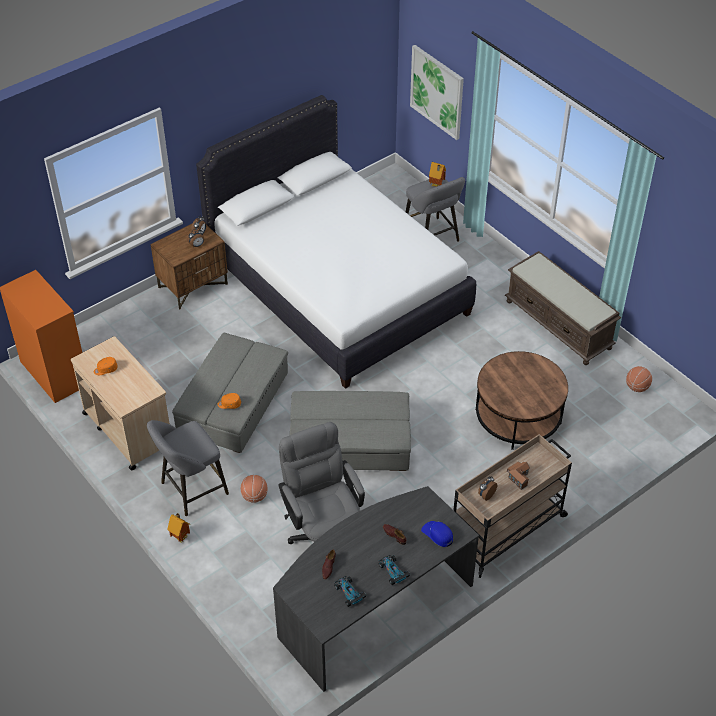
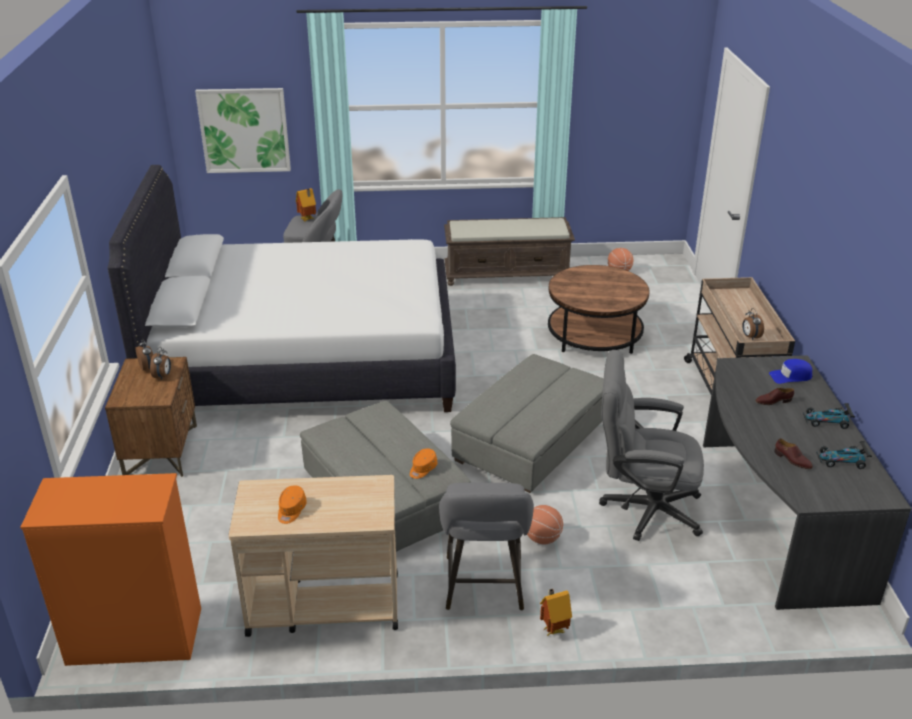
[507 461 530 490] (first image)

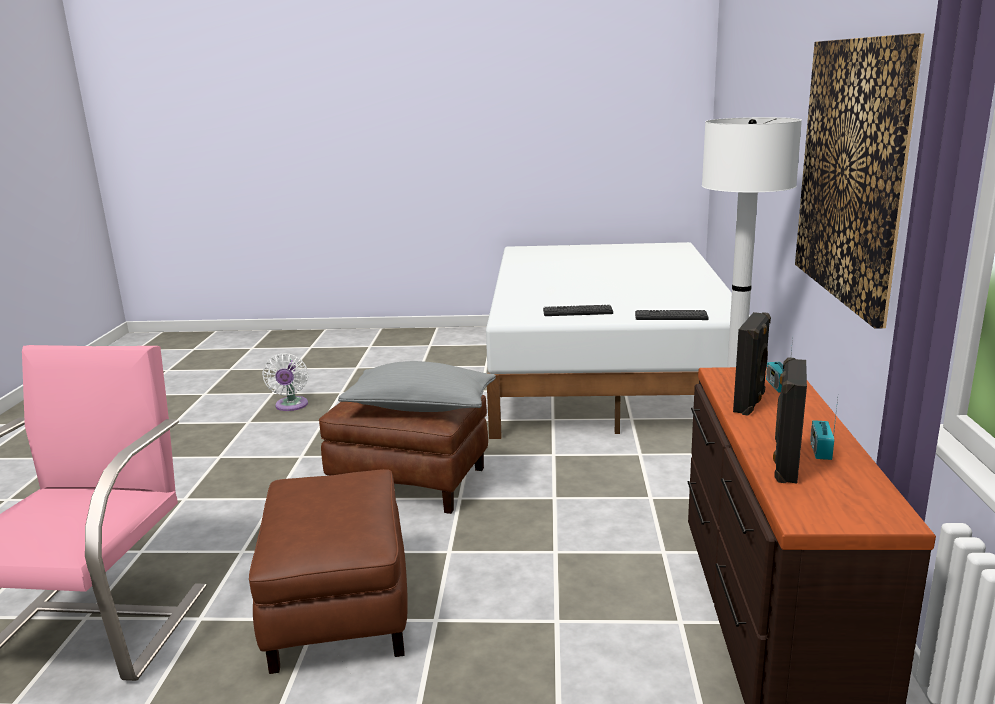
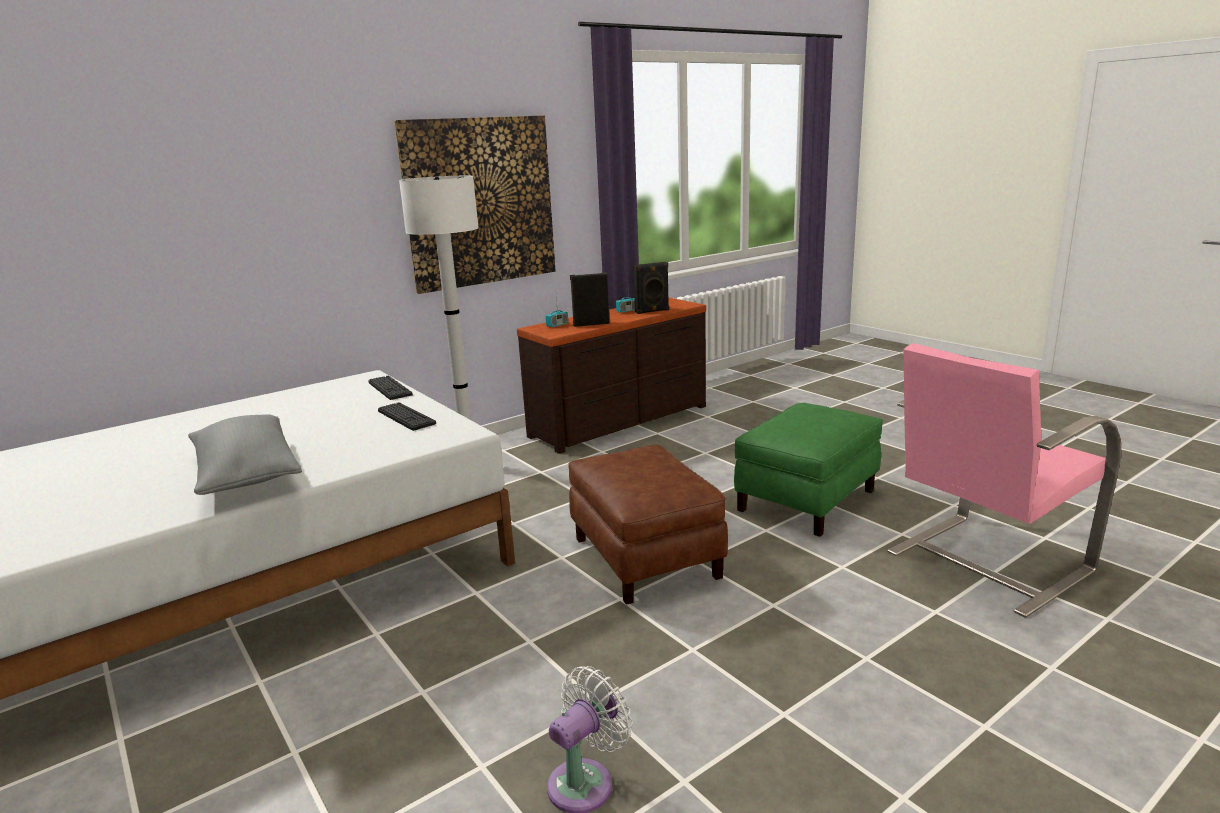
[188 414 302 495]
[734 403 883 537]

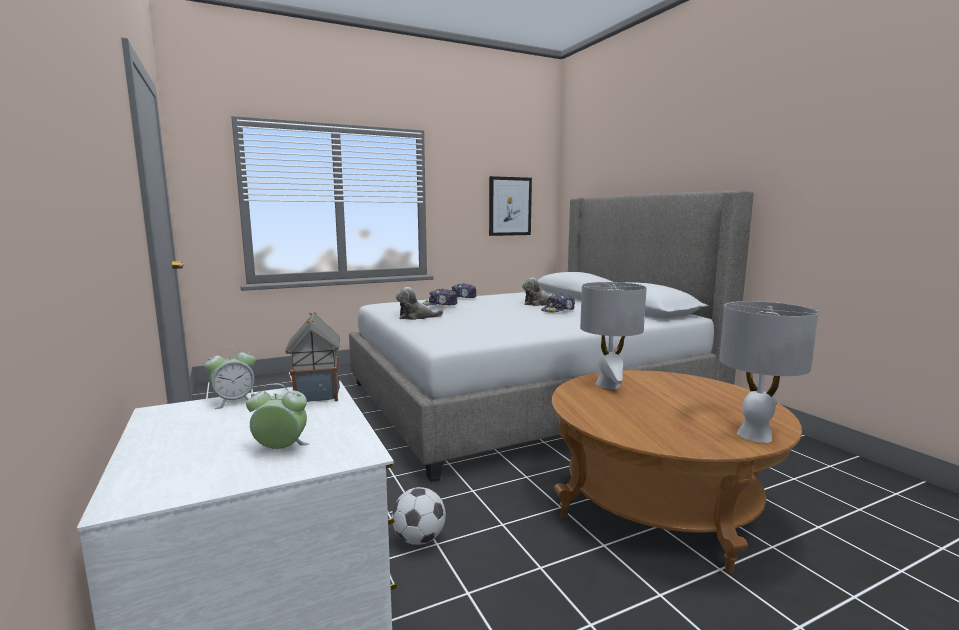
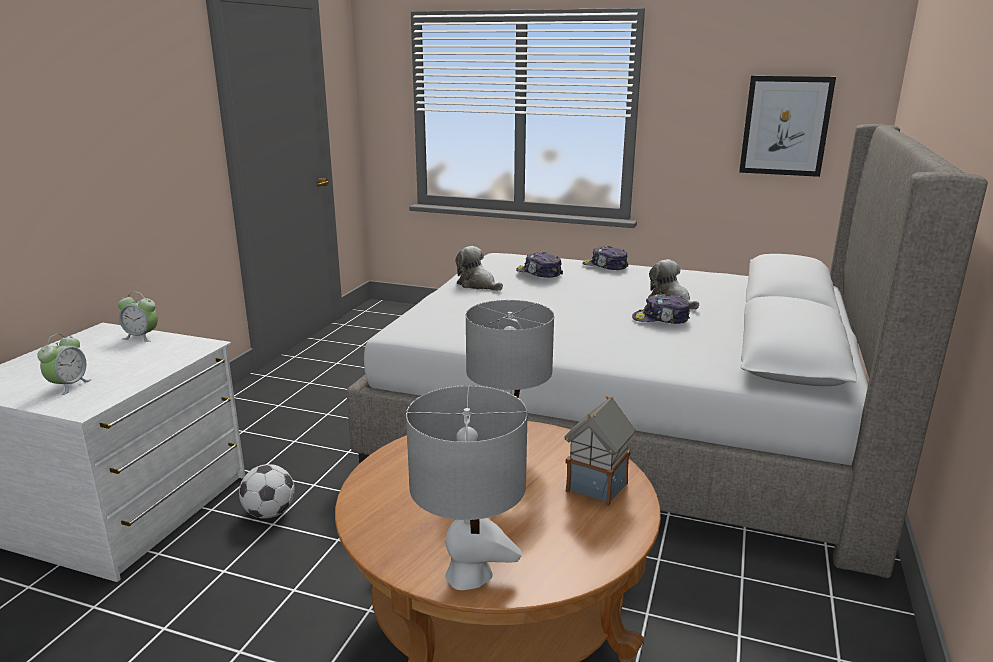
[37 334 91 395]
[564 396 636 506]

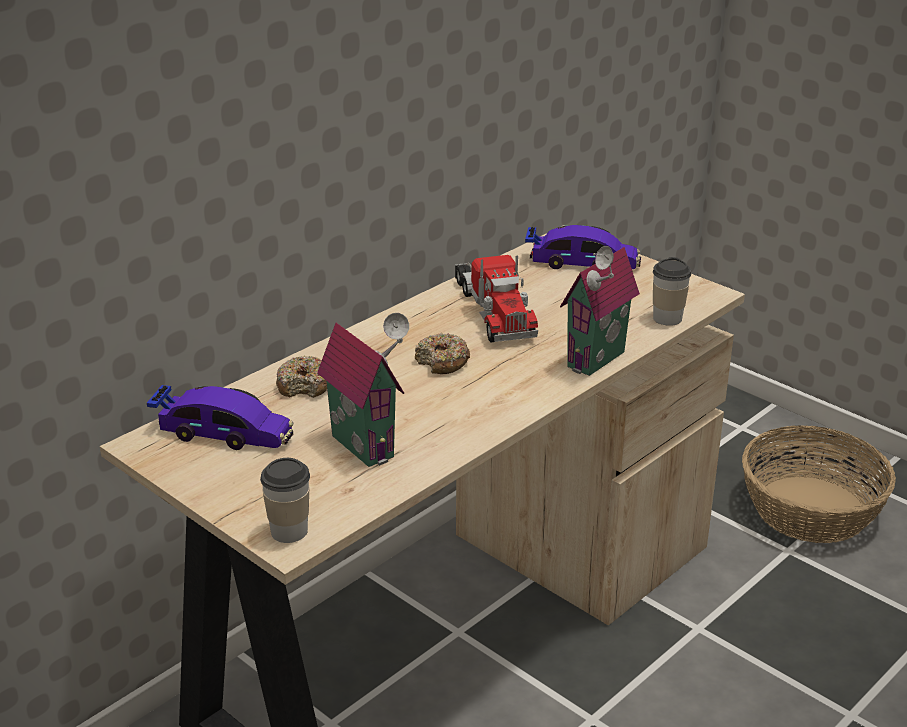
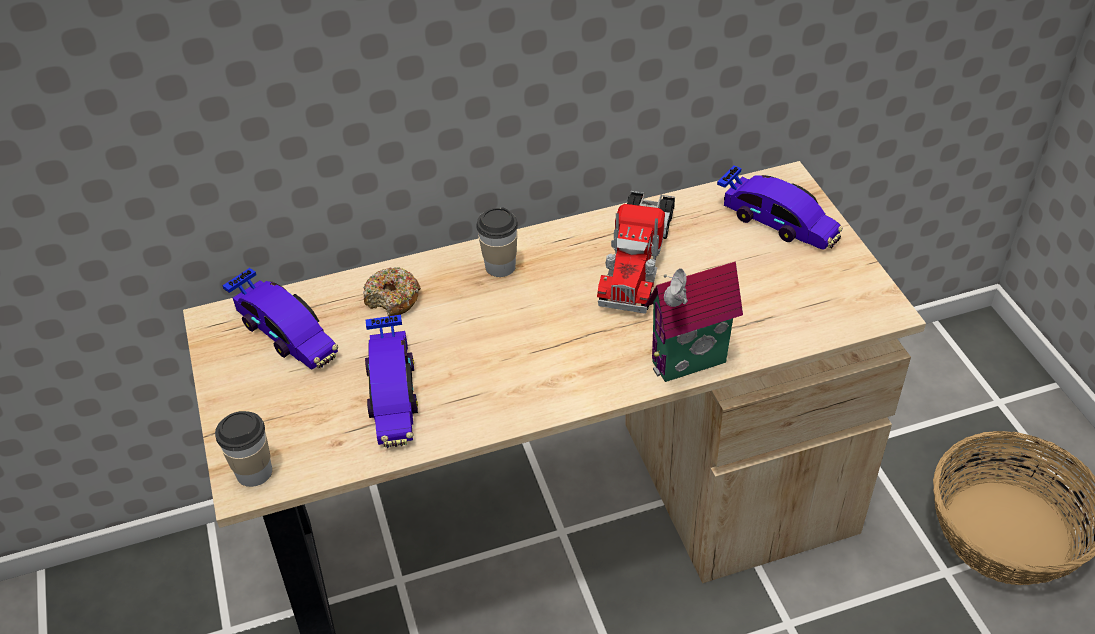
[365 315 418 448]
[476 208 518 277]
[415 333 470 374] (first image)

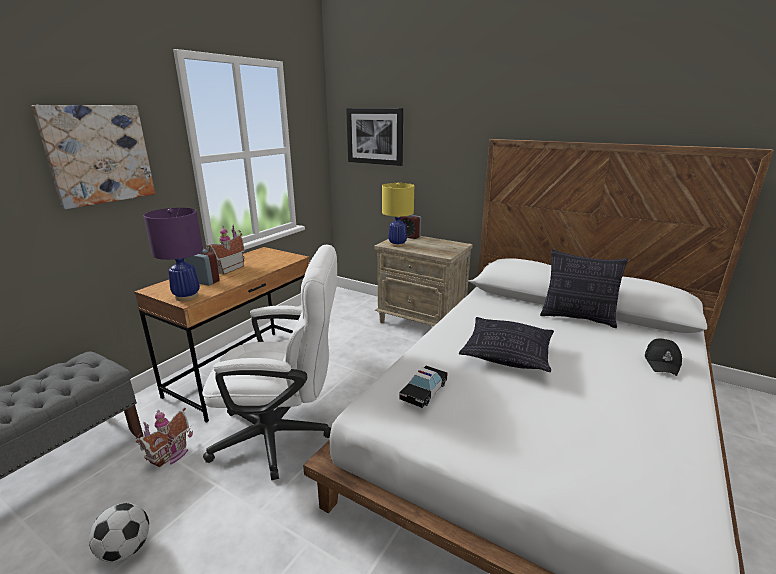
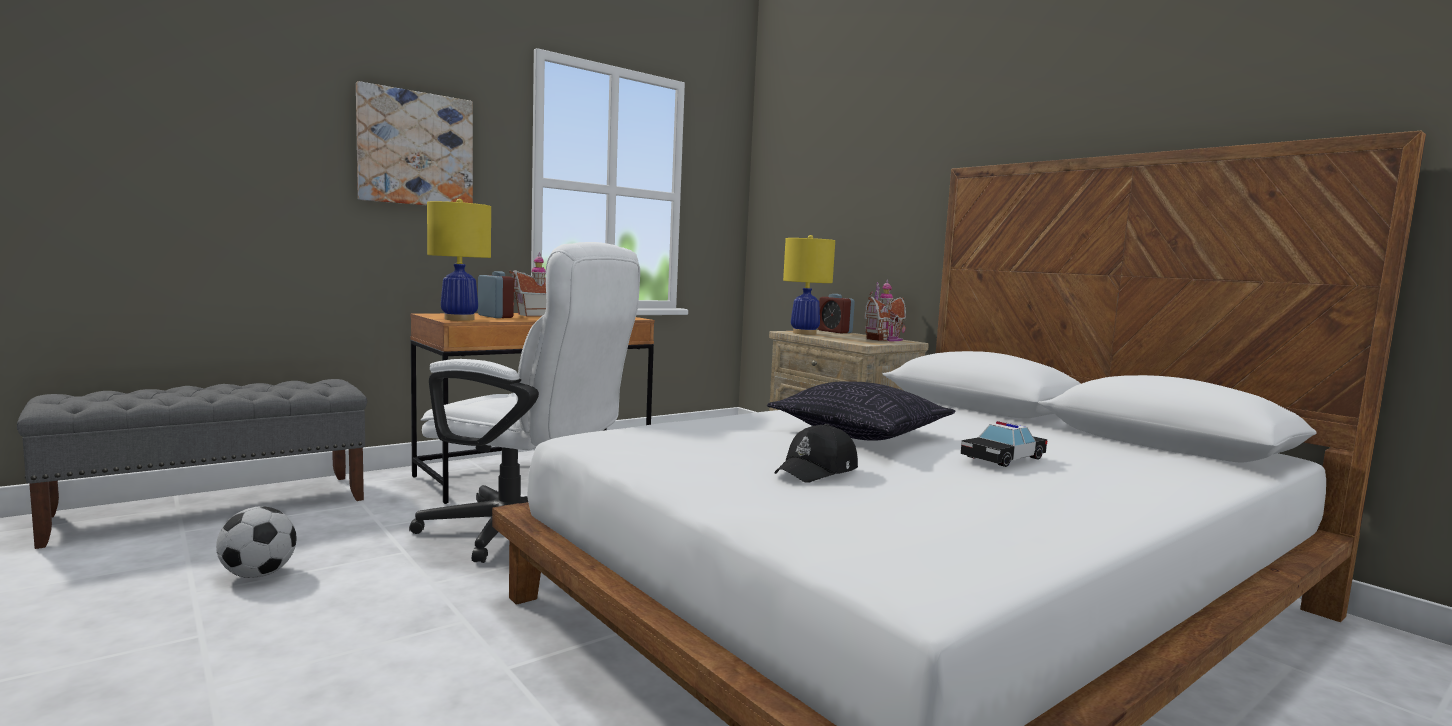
[427 199 491 321]
[774 424 858 483]
[864 279 906 341]
[961 421 1047 467]
[346 108 403 166] (first image)
[540 249 628 328] (first image)

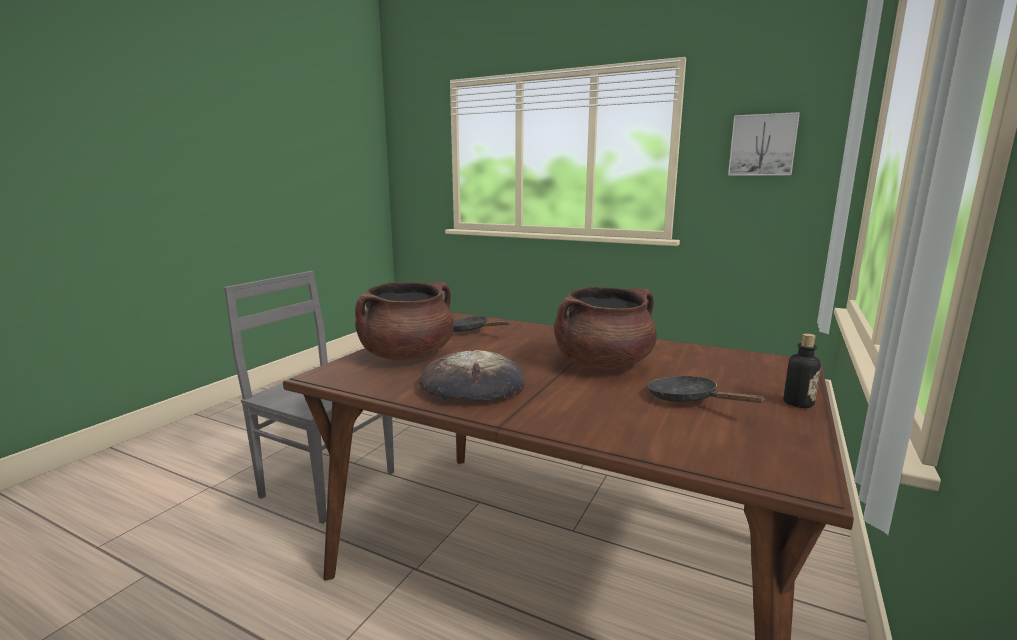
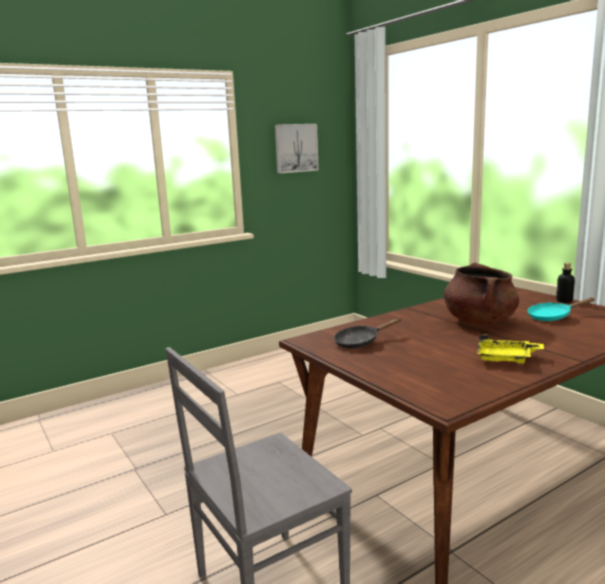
[477 334 544 364]
[527 298 595 321]
[355 281 454 360] (first image)

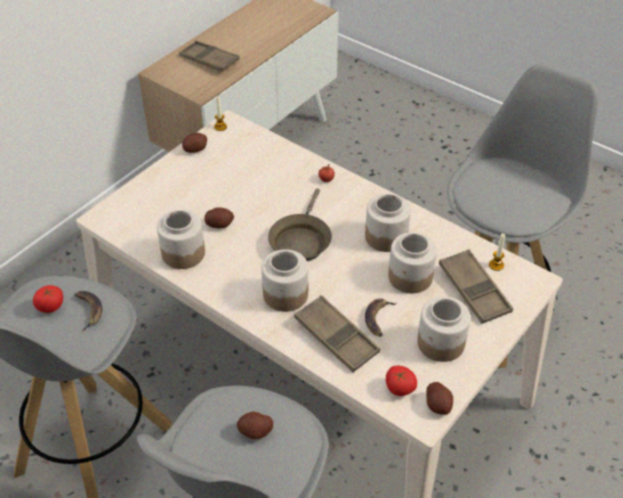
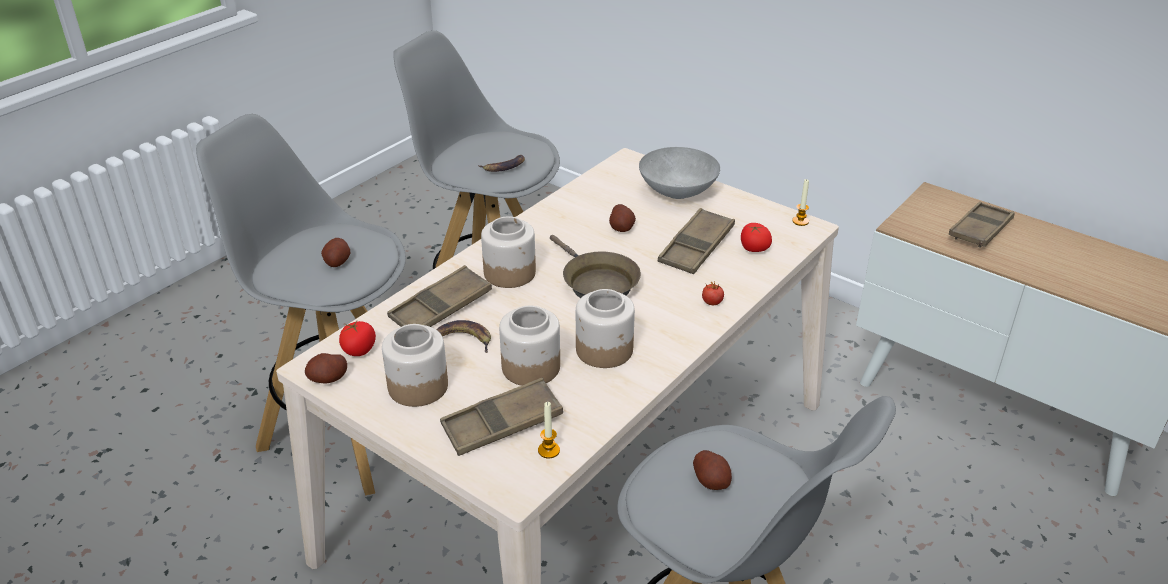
[550 235 641 298]
[639 147 720 199]
[658 208 735 274]
[693 450 732 490]
[741 223 772 252]
[157 209 205 269] (first image)

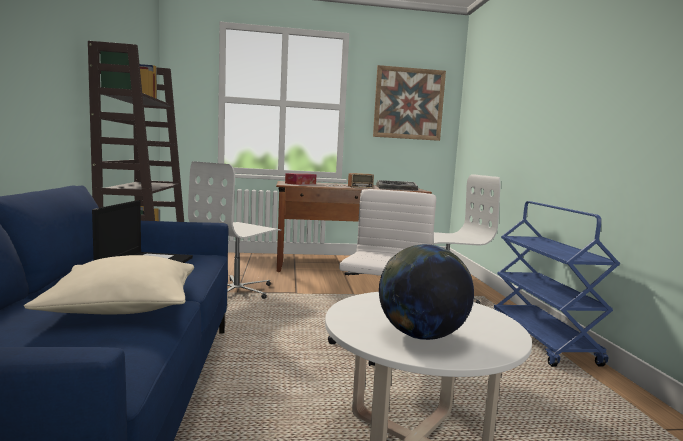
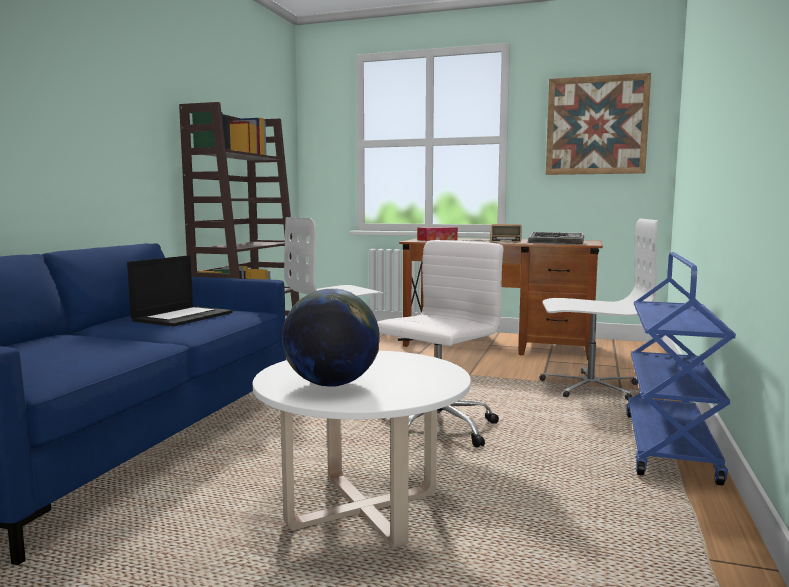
[24 255 194 314] (first image)

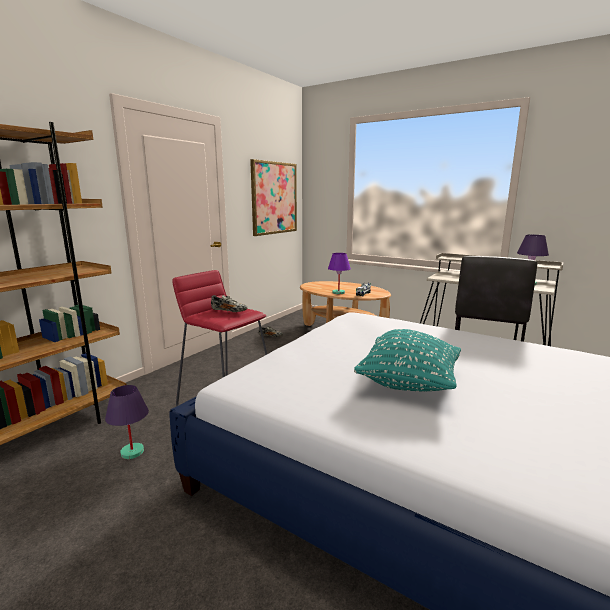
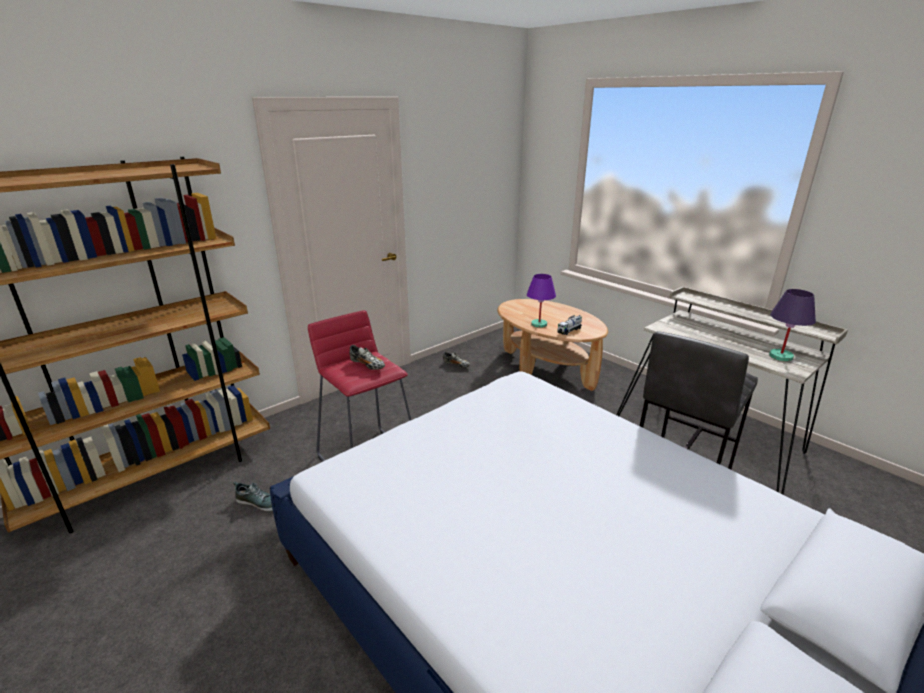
[233 481 273 511]
[250 159 297 236] (first image)
[354 329 461 392] (first image)

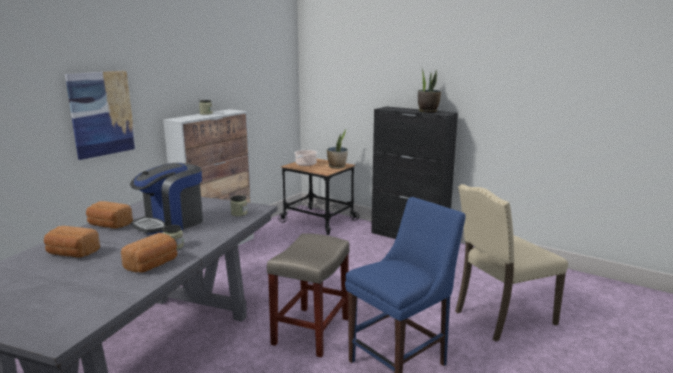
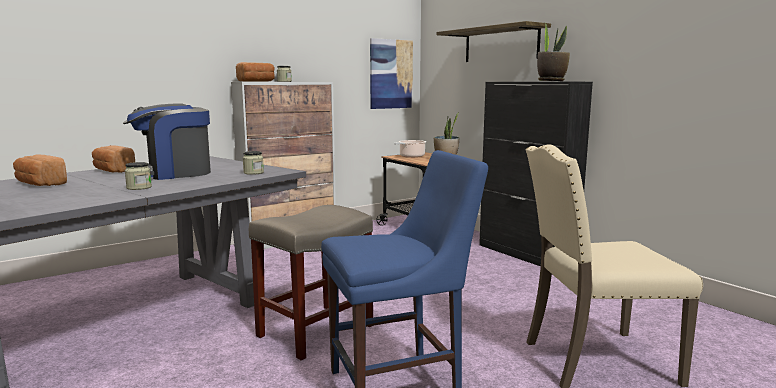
[236 62 275 82]
[370 38 413 109]
[436 21 551 62]

